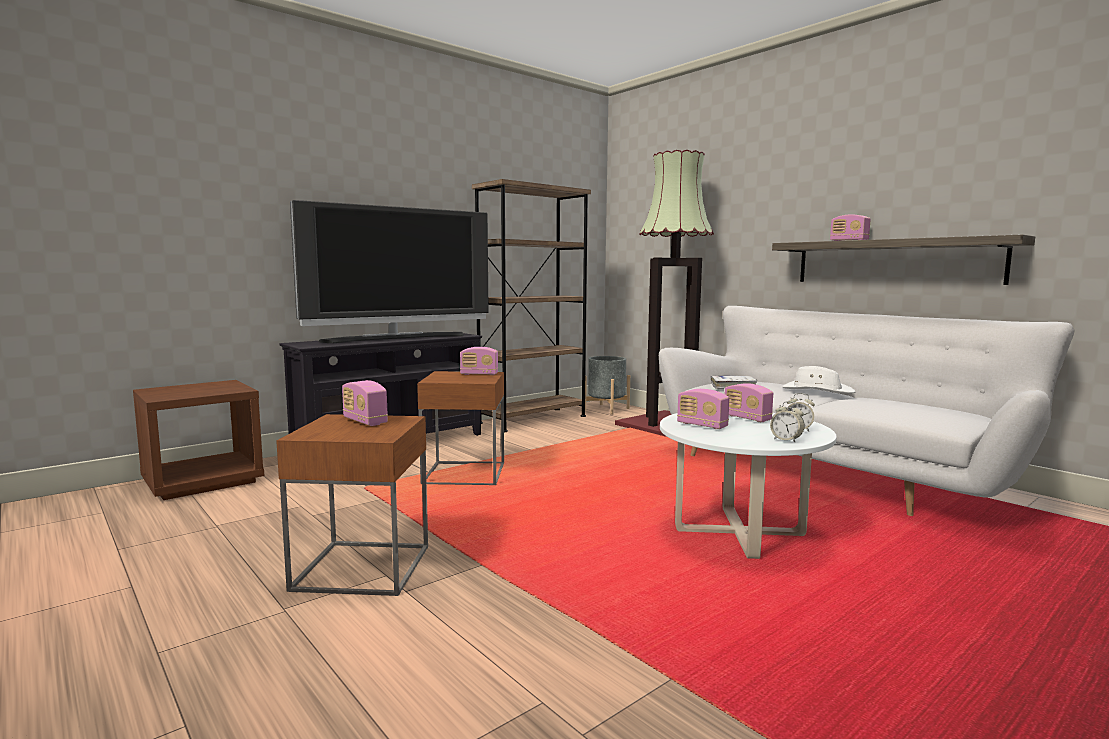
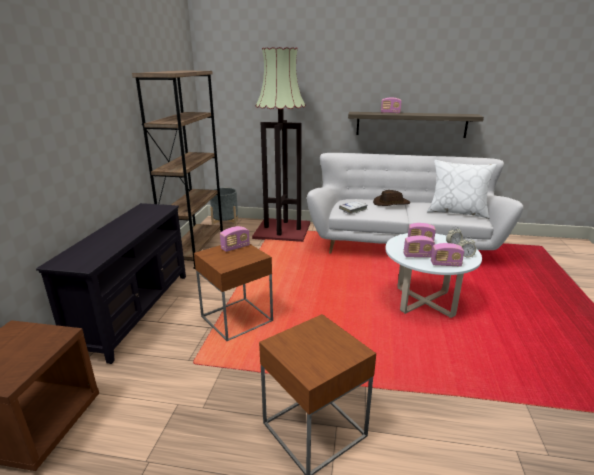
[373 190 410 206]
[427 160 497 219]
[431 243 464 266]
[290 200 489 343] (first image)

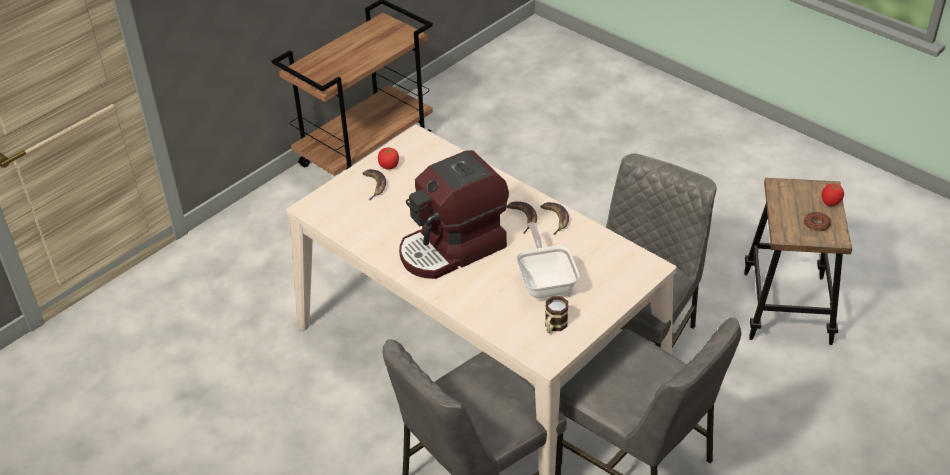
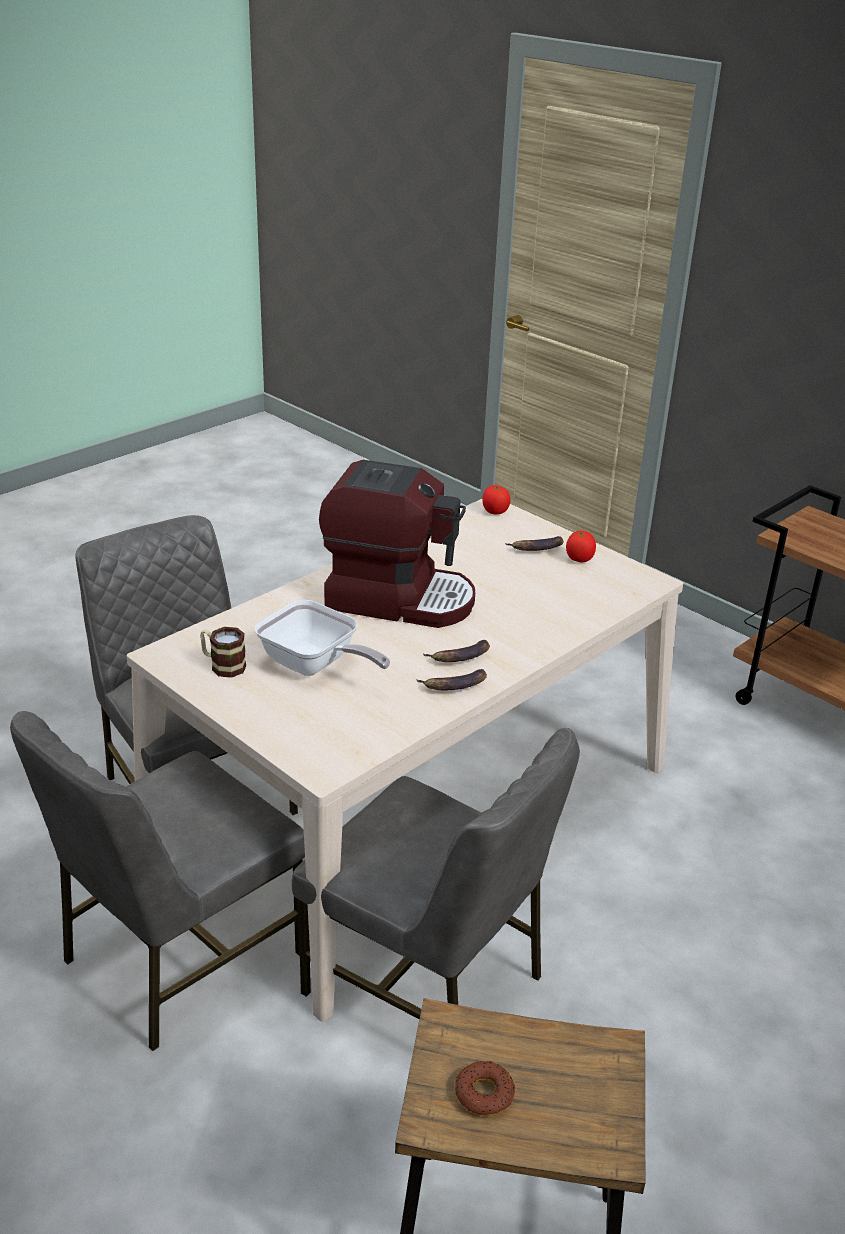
[254 599 390 676]
[319 460 475 628]
[482 485 511 514]

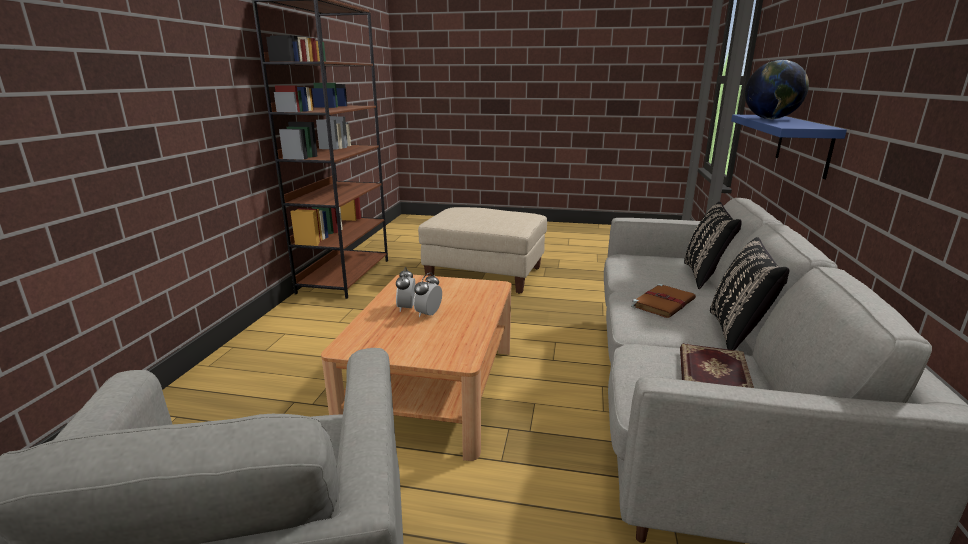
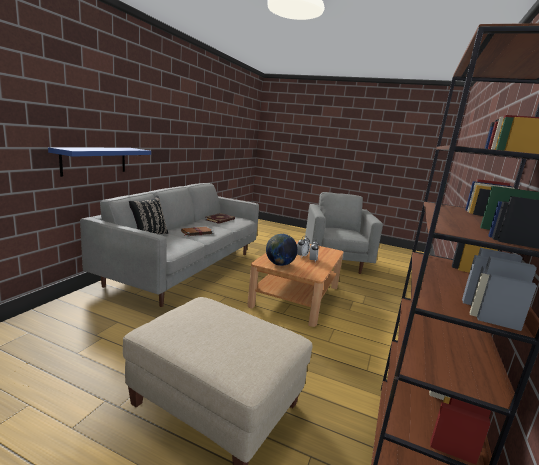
[266 234 298 266]
[710 237 789 350] (first image)

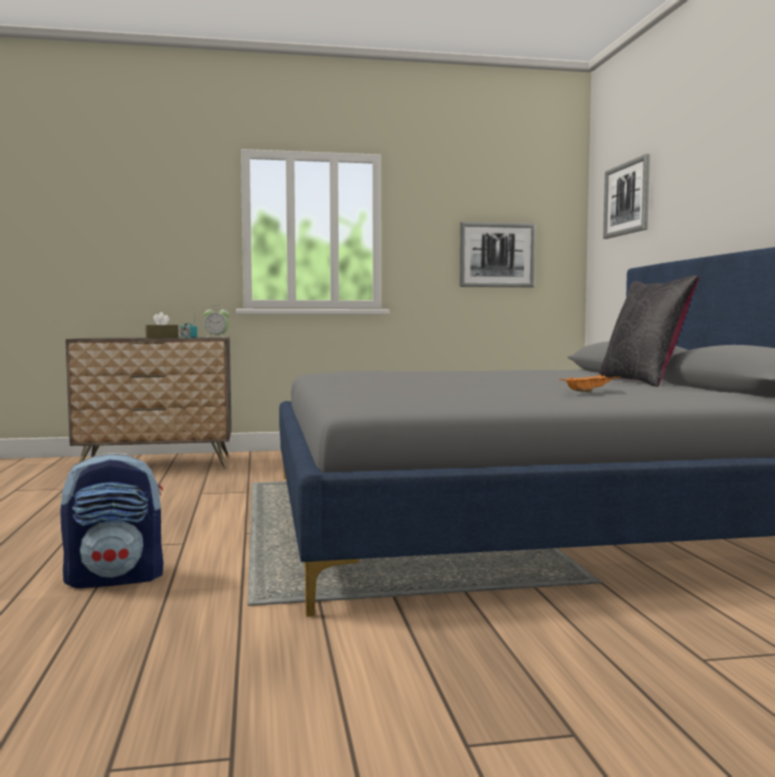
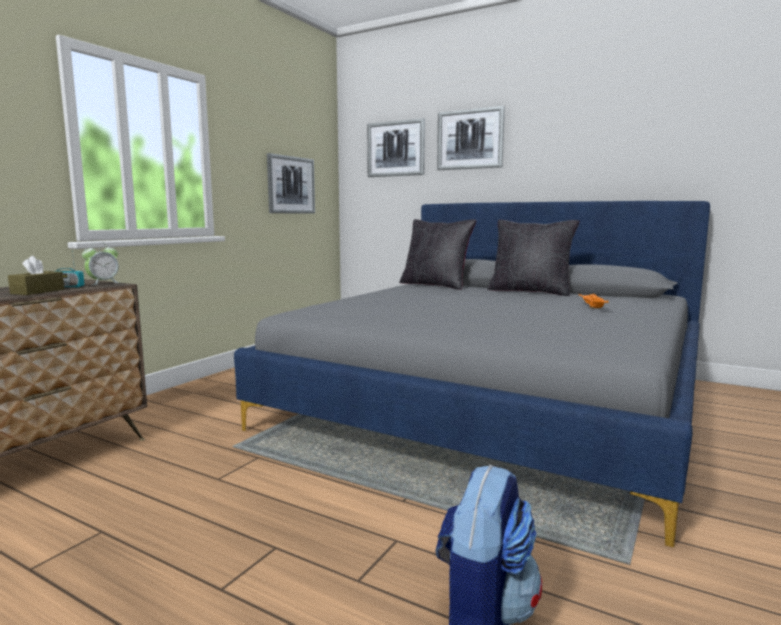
[399 219 477 290]
[437 106 505 170]

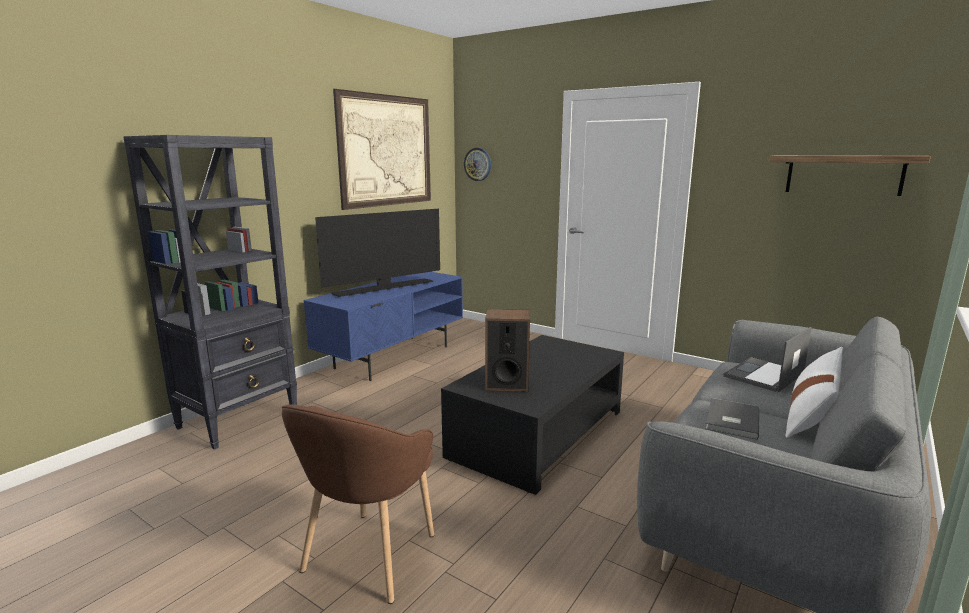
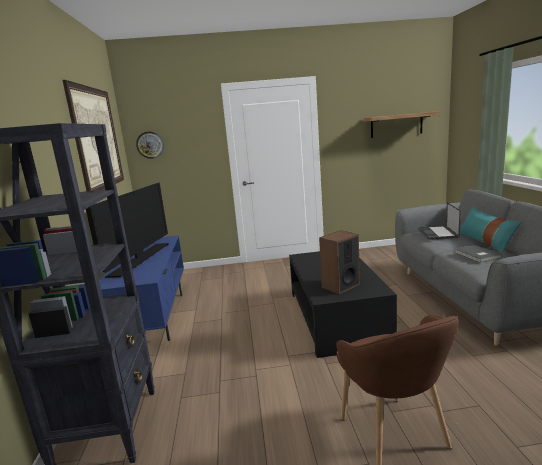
[460 207 522 254]

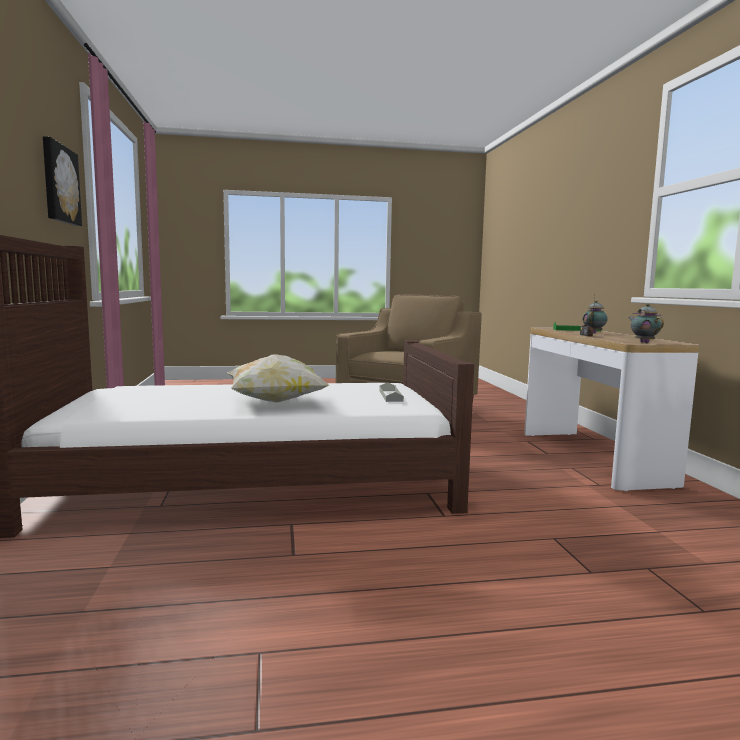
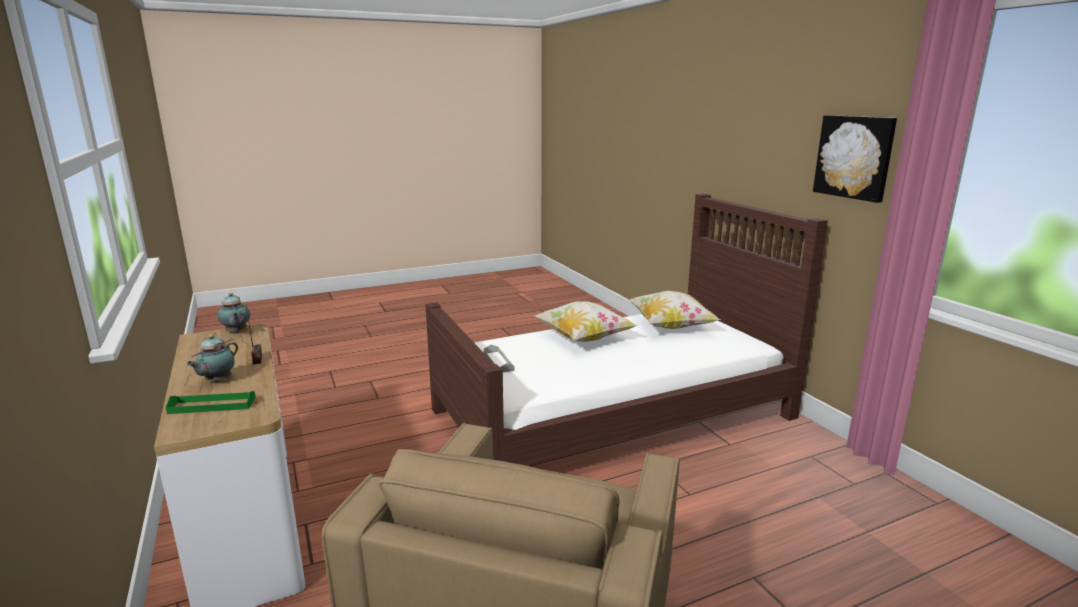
[629 291 721 329]

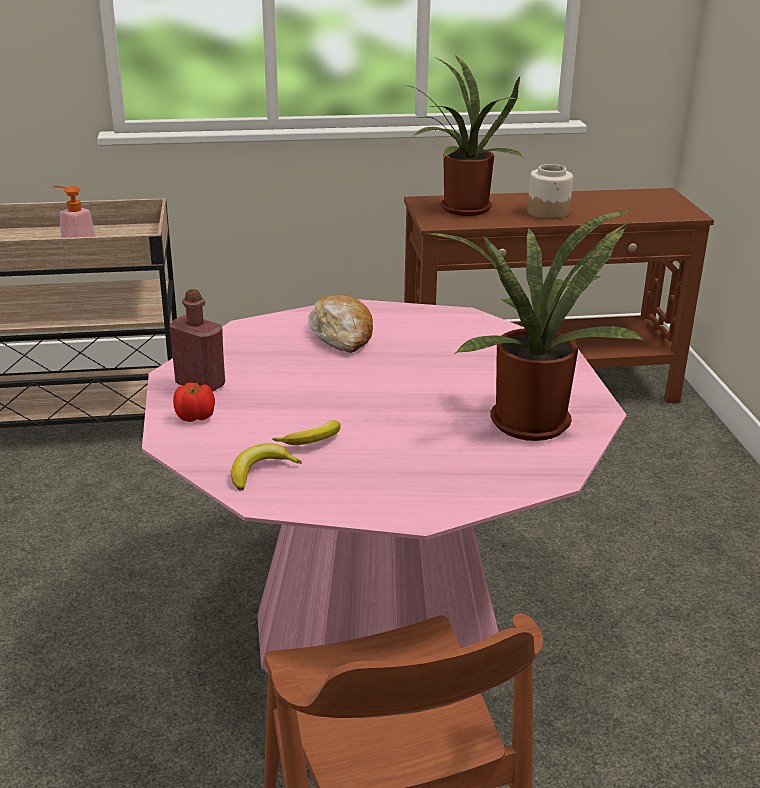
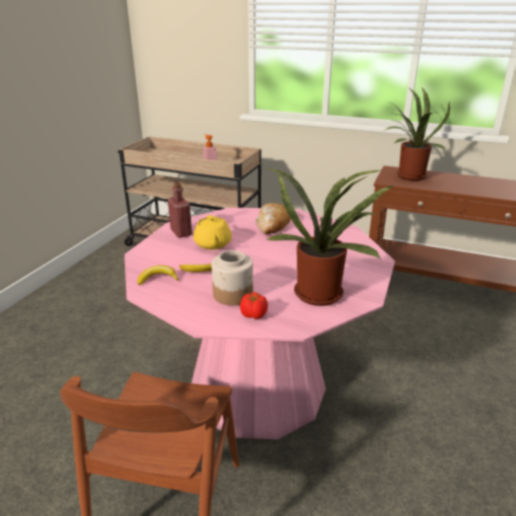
[194 215 232 250]
[211 250 253 305]
[240 292 268 319]

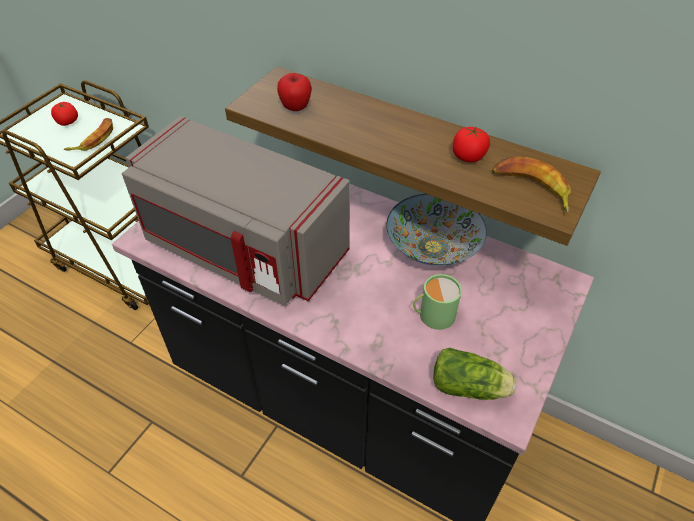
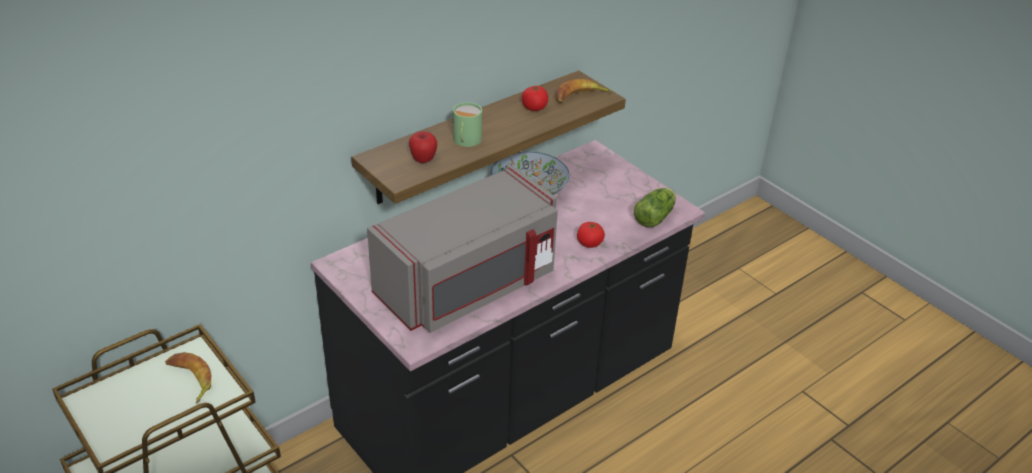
[452 102 482 147]
[577 222 605 248]

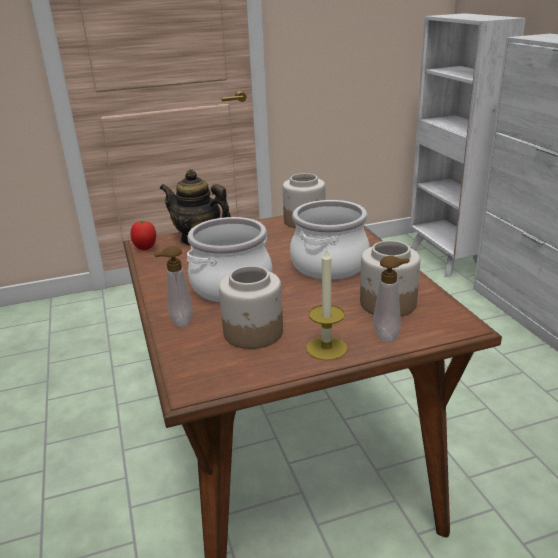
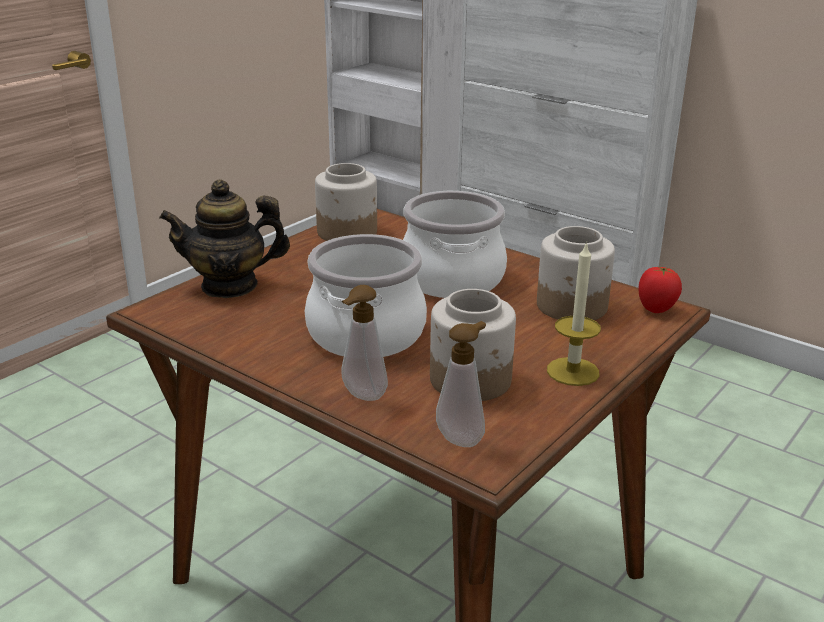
[436 321 486 447]
[638 266 682 313]

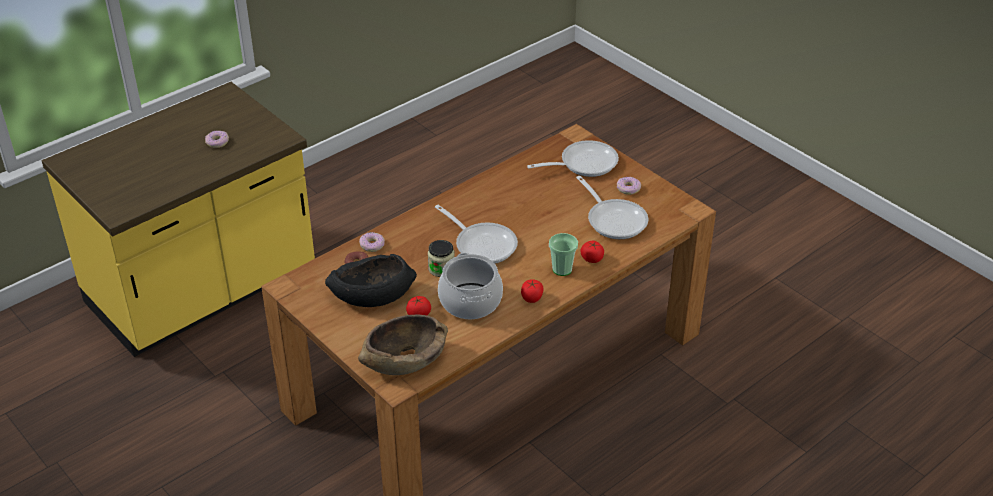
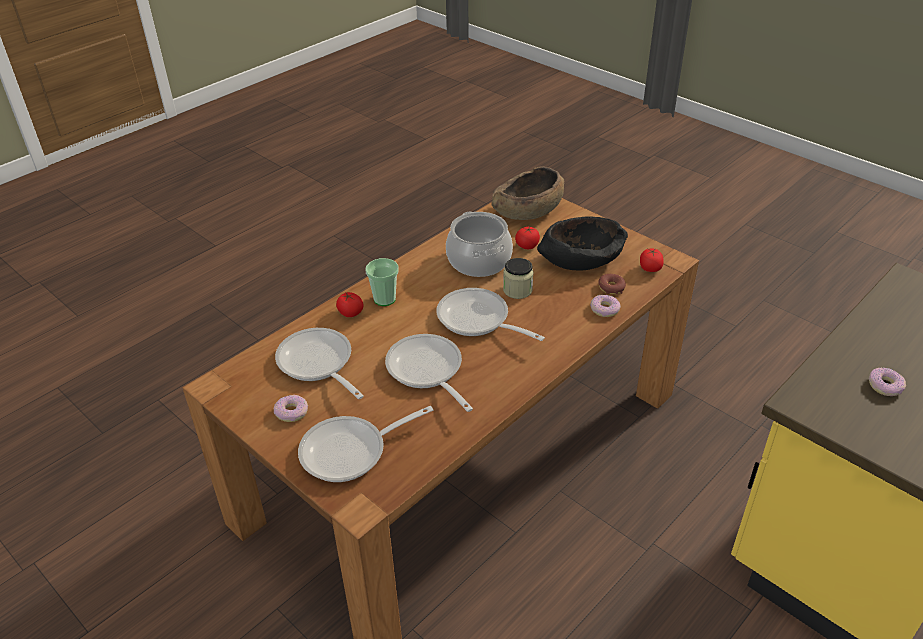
[385 334 473 412]
[640 248 664 272]

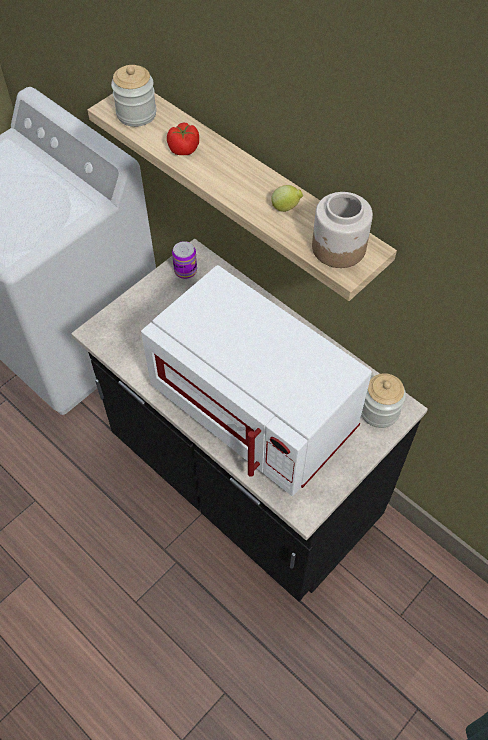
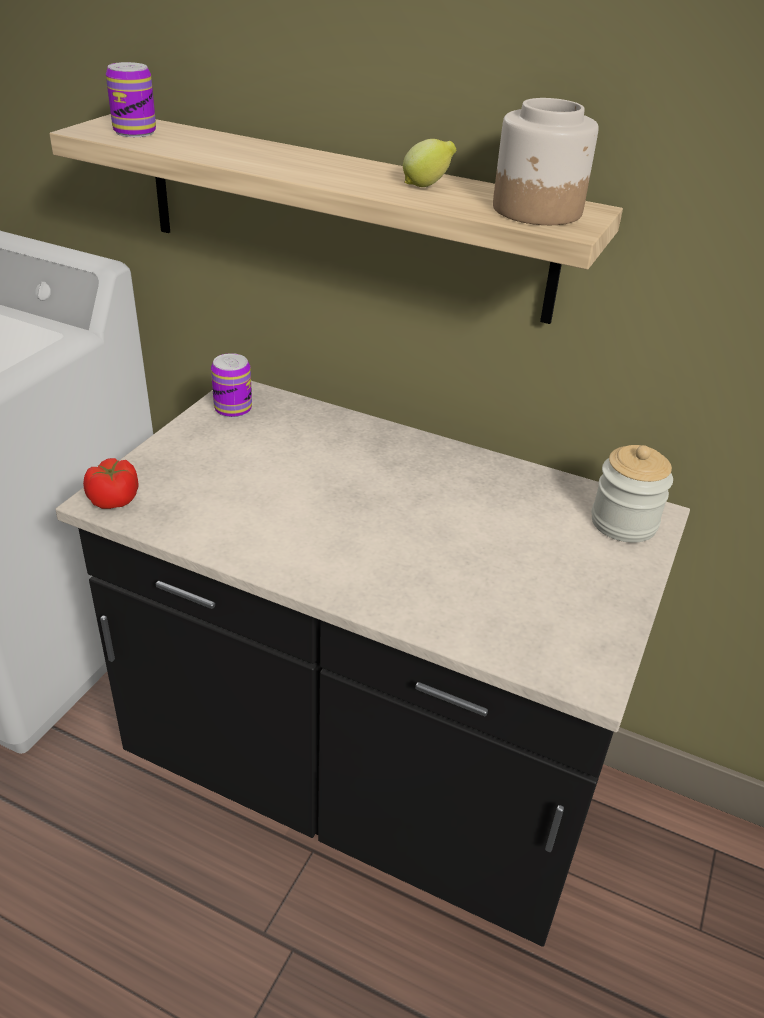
[83 458 139 509]
[106 62 156 137]
[141 265 372 496] (first image)

